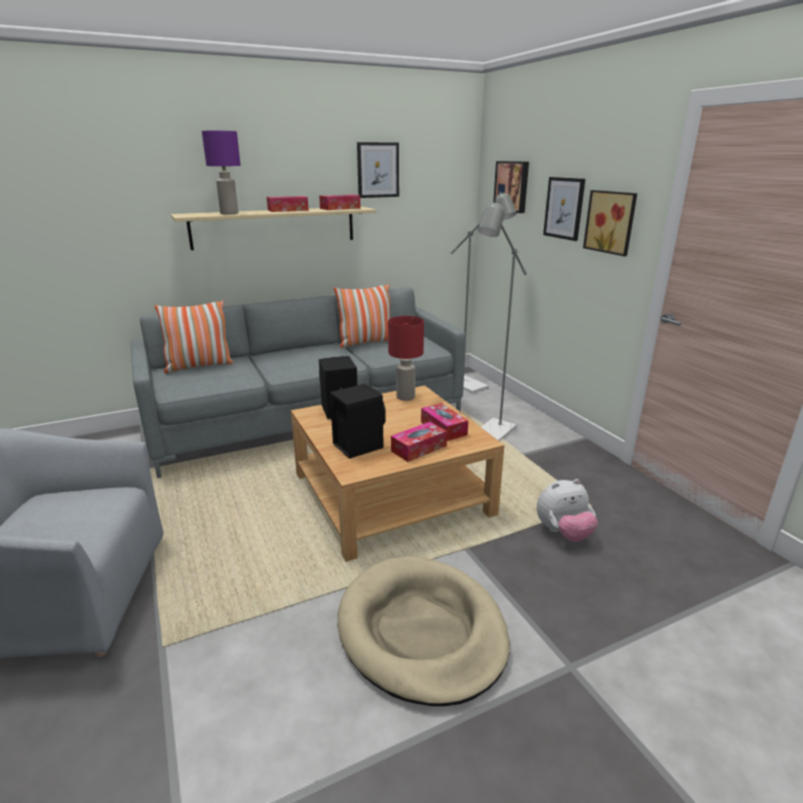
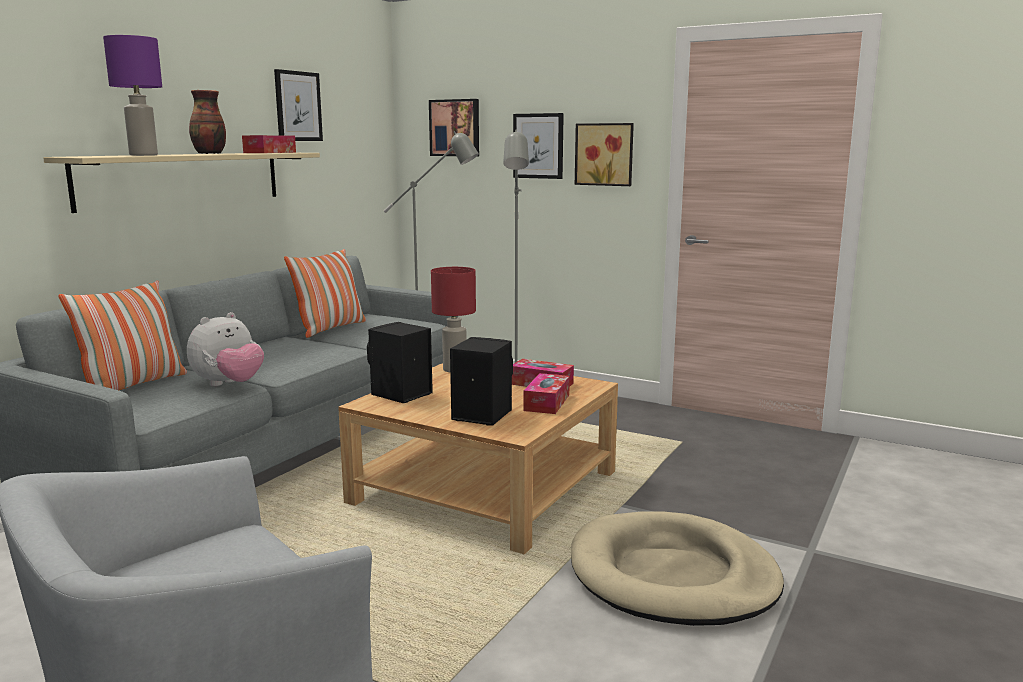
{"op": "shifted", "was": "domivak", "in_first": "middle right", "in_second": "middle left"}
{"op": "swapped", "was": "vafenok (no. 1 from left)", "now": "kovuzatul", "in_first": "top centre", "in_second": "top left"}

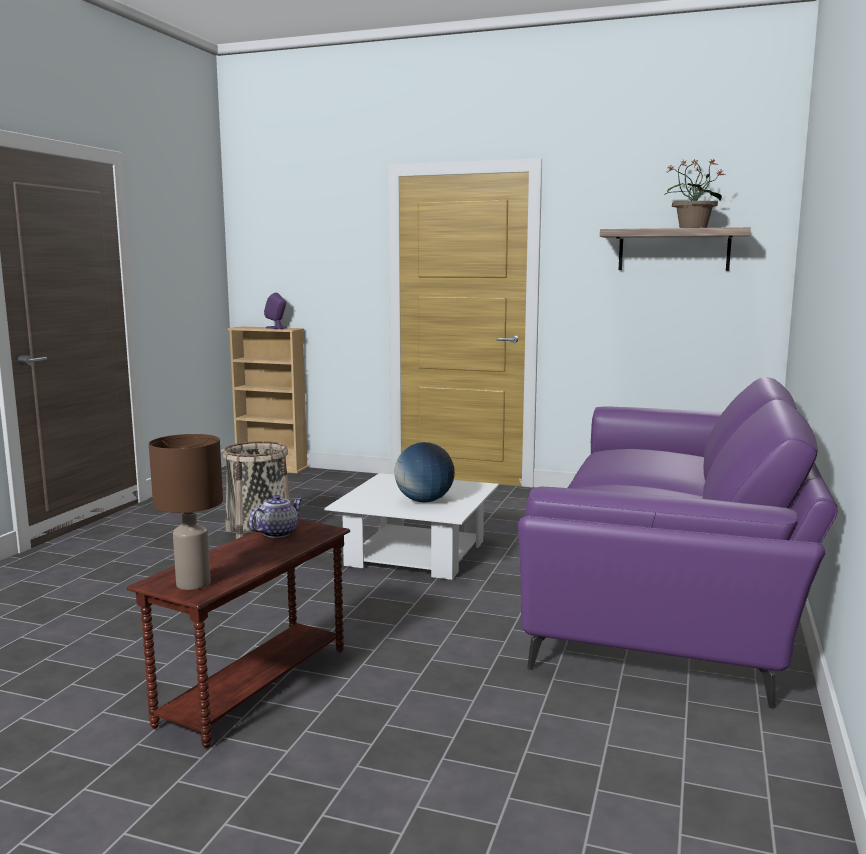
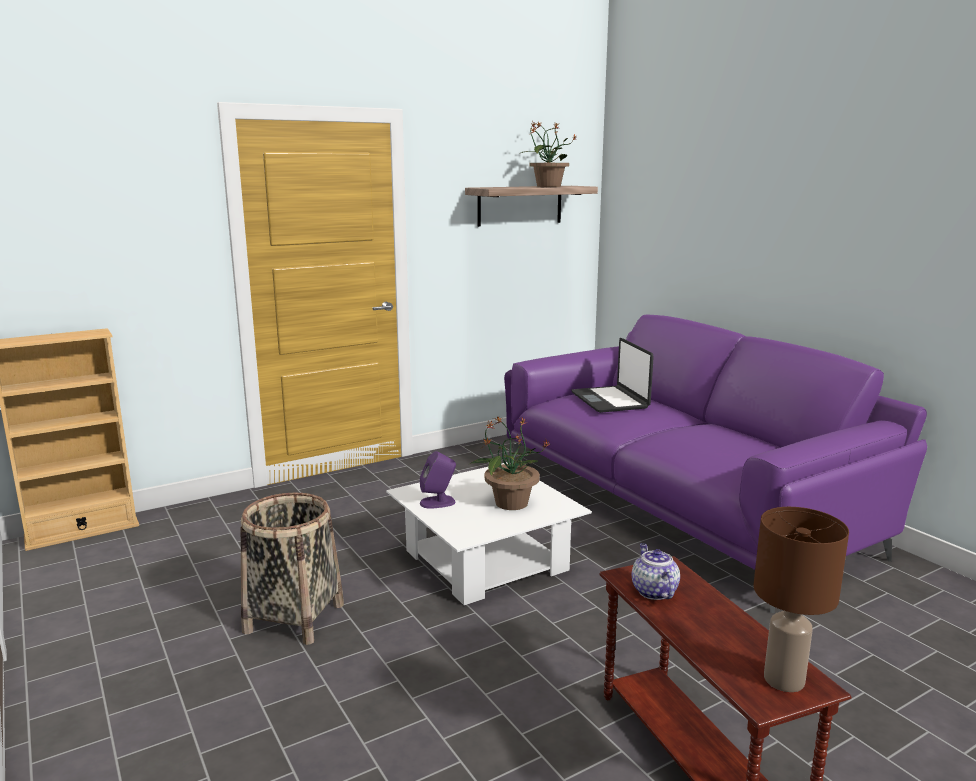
{"op": "shifted", "was": "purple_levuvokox", "in_first": "middle left", "in_second": "centre"}
{"op": "swapped", "was": "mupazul", "now": "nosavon (no. 1 from left)", "in_first": "centre", "in_second": "centre"}
{"op": "new", "now": "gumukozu", "in_second": "centre"}

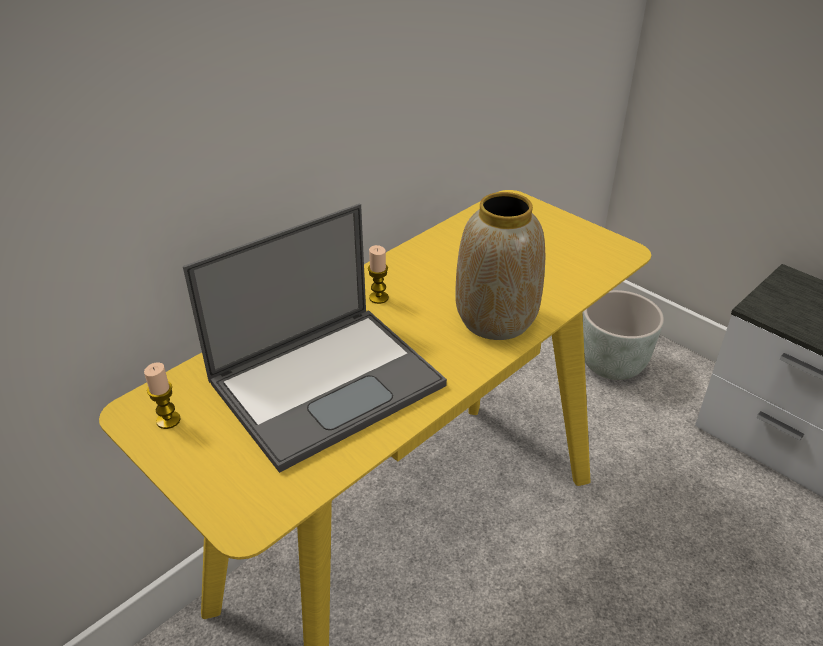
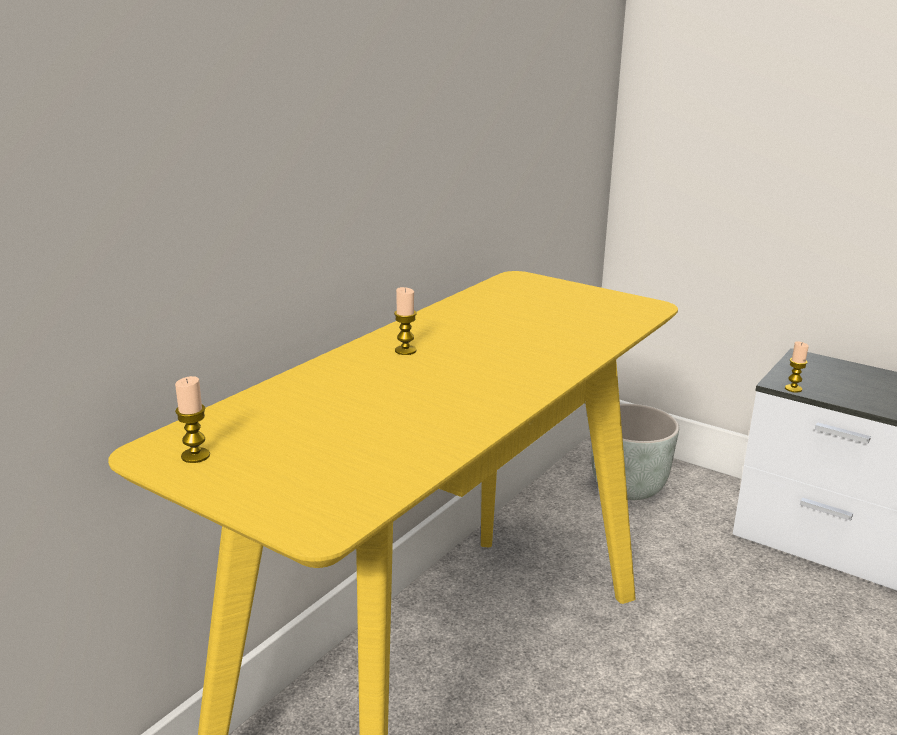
{"op": "new", "now": "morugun (no. 3 from left)", "in_second": "middle right"}
{"op": "gone", "was": "gumukozu", "in_first": "centre"}
{"op": "gone", "was": "kovuzatul", "in_first": "centre"}

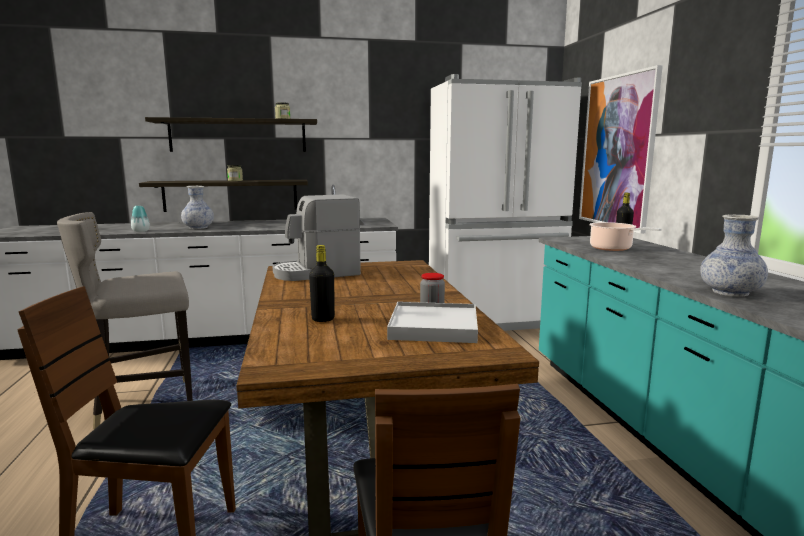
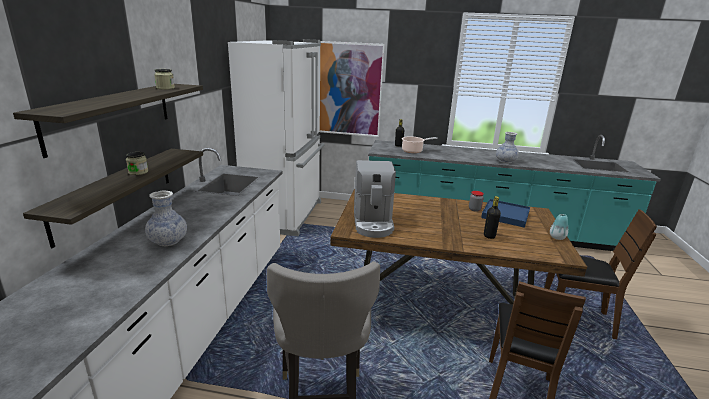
{"op": "repainted", "was": "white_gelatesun", "now": "blue_gelatesun", "in_first": "centre", "in_second": "middle right"}
{"op": "shifted", "was": "kovuzatul (no. 1 from left in the first image)", "now": "kovuzatul (no. 3 from left)", "in_first": "middle left", "in_second": "middle right"}

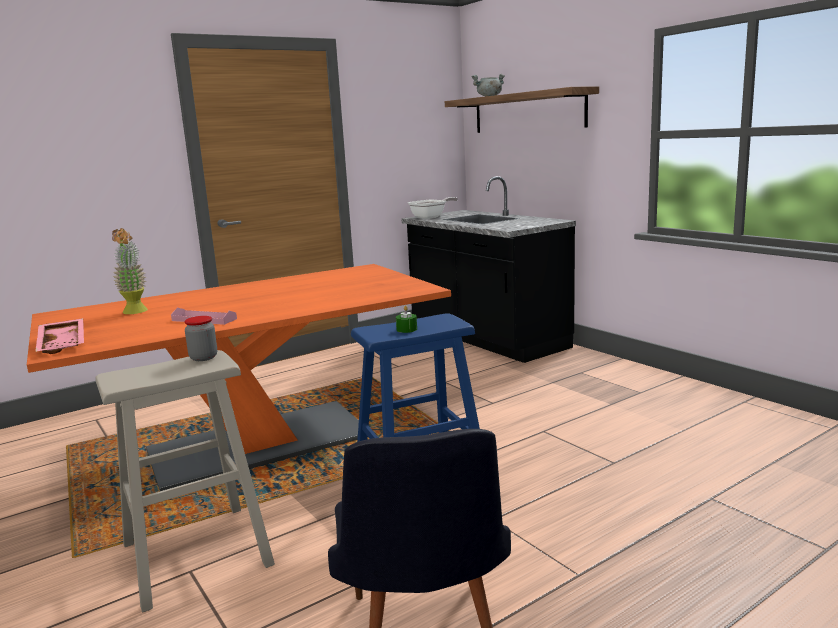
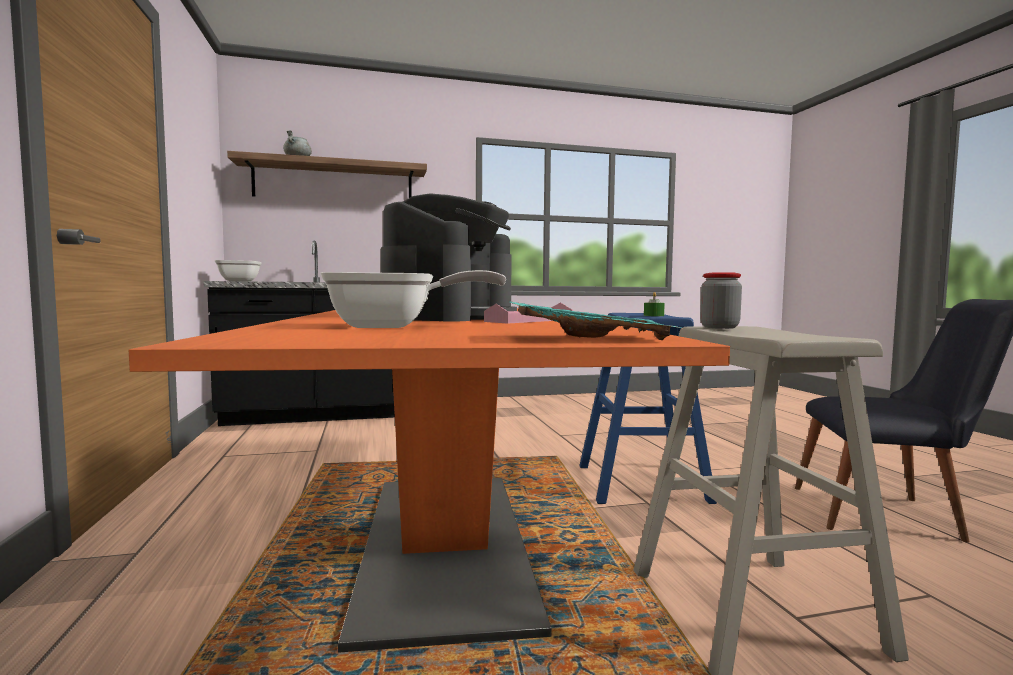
{"op": "swapped", "was": "nosavon", "now": "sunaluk (no. 2 from left)", "in_first": "middle left", "in_second": "centre"}
{"op": "new", "now": "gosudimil", "in_second": "centre"}
{"op": "repainted", "was": "pink_gelatesun (no. 1 from left)", "now": "turquoise_gelatesun", "in_first": "middle left", "in_second": "centre"}

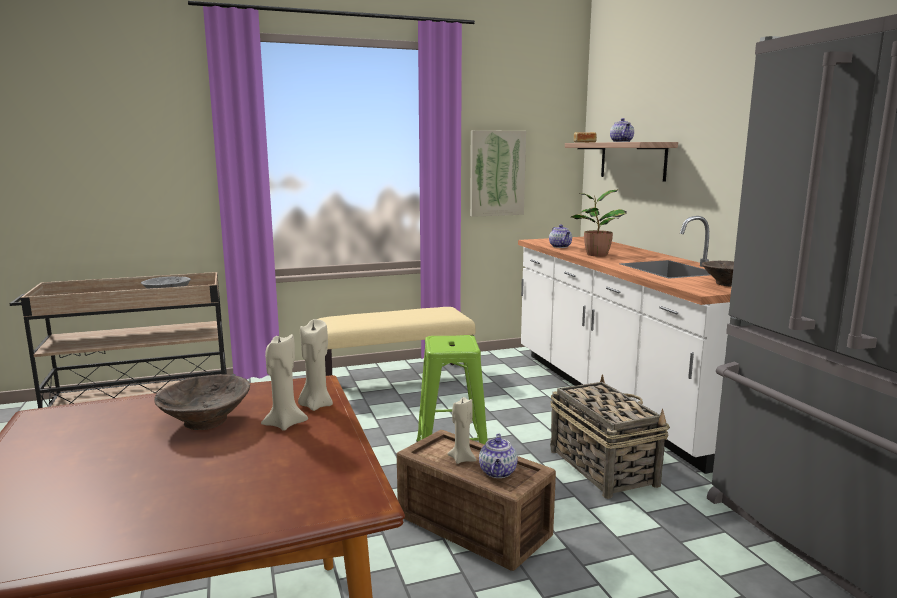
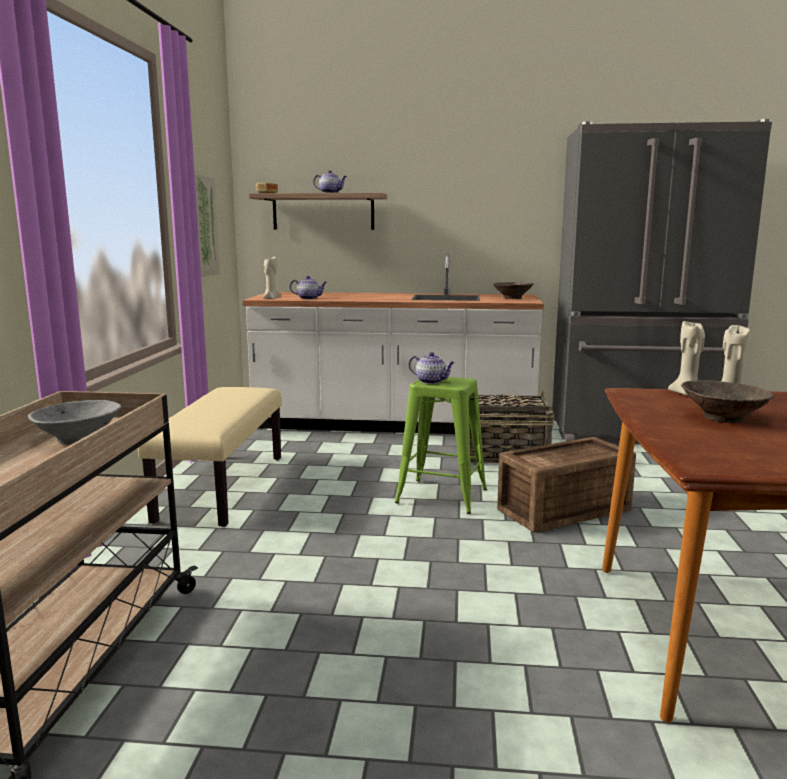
{"op": "shifted", "was": "beige_morugun (no. 3 from left in the first image)", "now": "beige_morugun (no. 1 from left)", "in_first": "bottom centre", "in_second": "centre"}
{"op": "shifted", "was": "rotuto (no. 1 from left in the first image)", "now": "rotuto (no. 3 from left)", "in_first": "bottom centre", "in_second": "centre"}
{"op": "gone", "was": "nosavon", "in_first": "middle right"}

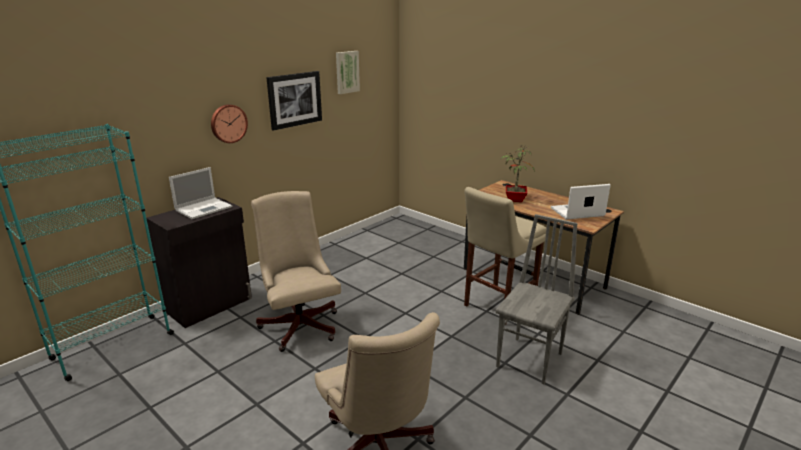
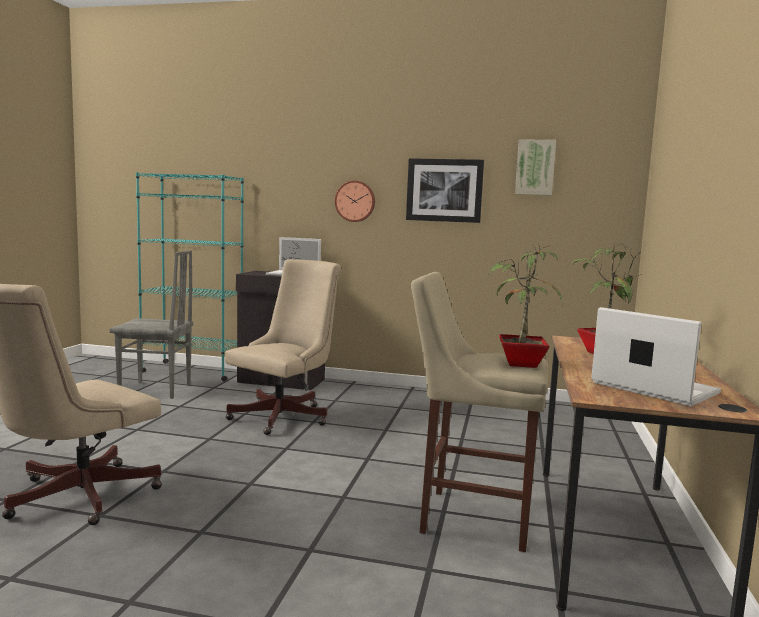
{"op": "shifted", "was": "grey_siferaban", "in_first": "middle right", "in_second": "middle left"}
{"op": "new", "now": "nosavon (no. 1 from left)", "in_second": "middle right"}

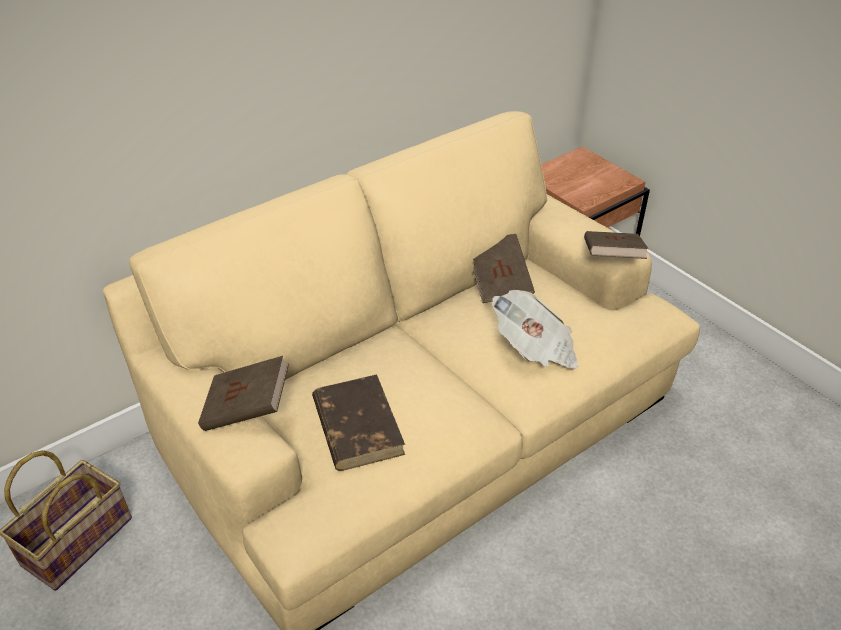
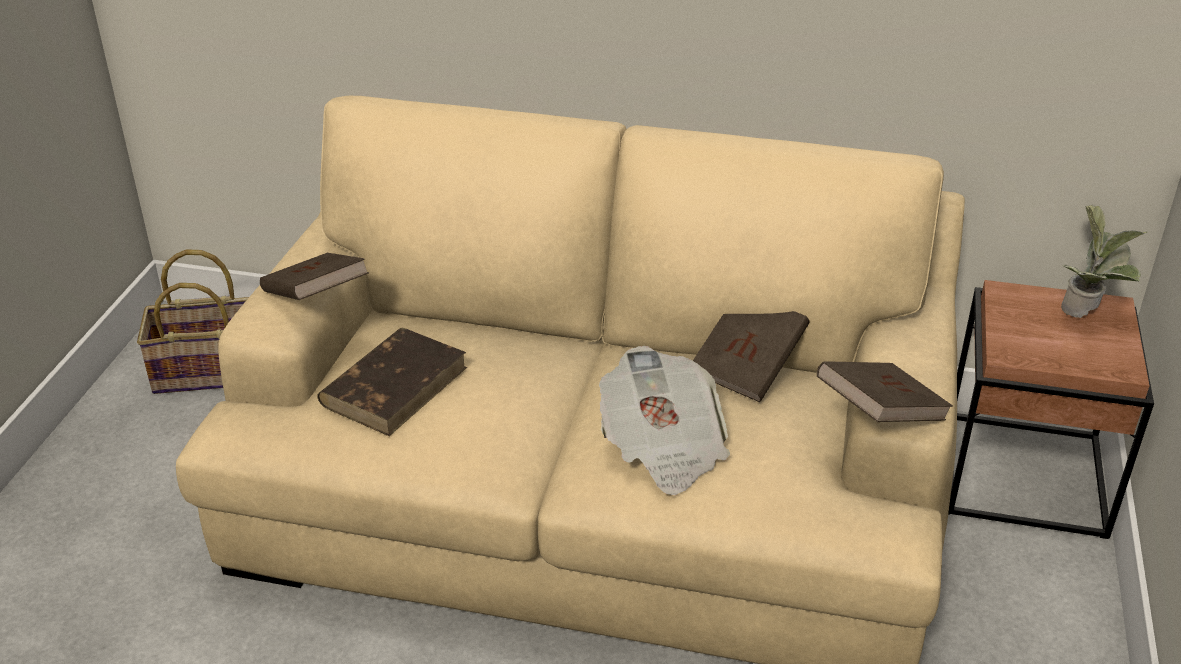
{"op": "new", "now": "nosavon", "in_second": "middle right"}

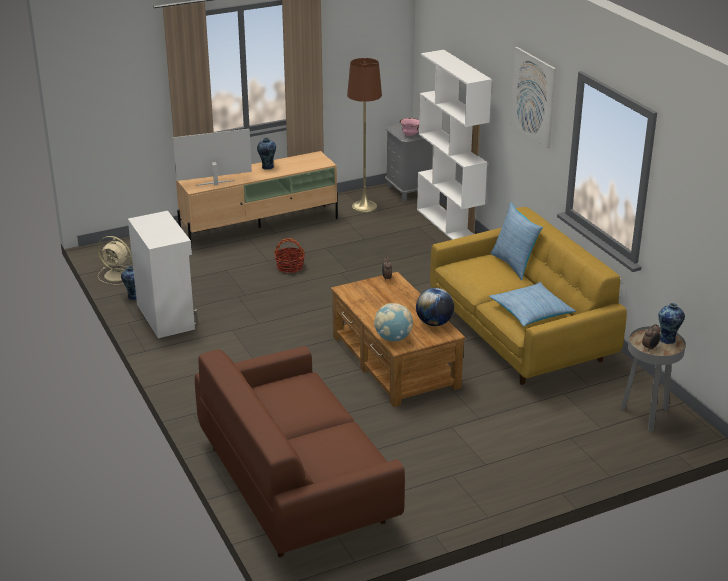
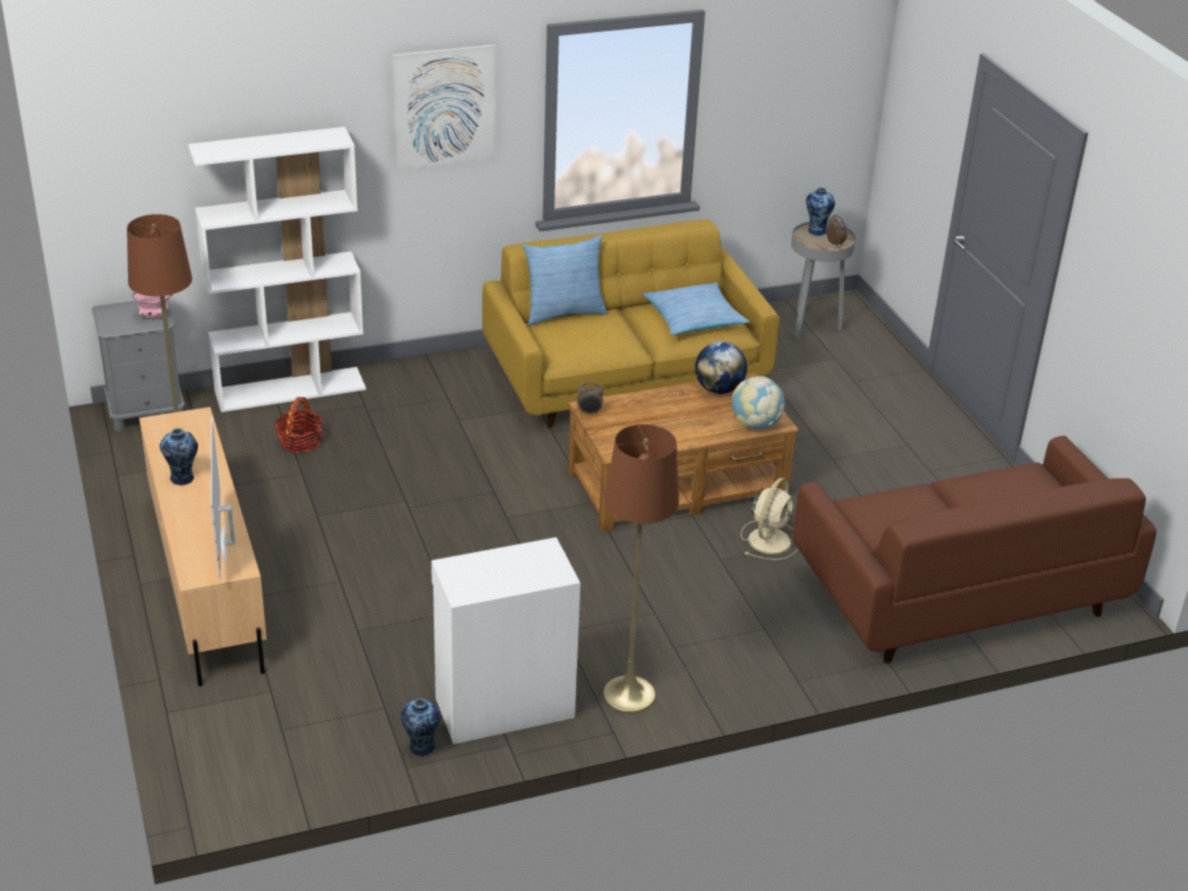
{"op": "shifted", "was": "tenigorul", "in_first": "centre", "in_second": "middle left"}
{"op": "new", "now": "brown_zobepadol (no. 2 from left)", "in_second": "centre"}
{"op": "shifted", "was": "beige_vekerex", "in_first": "middle left", "in_second": "centre"}

